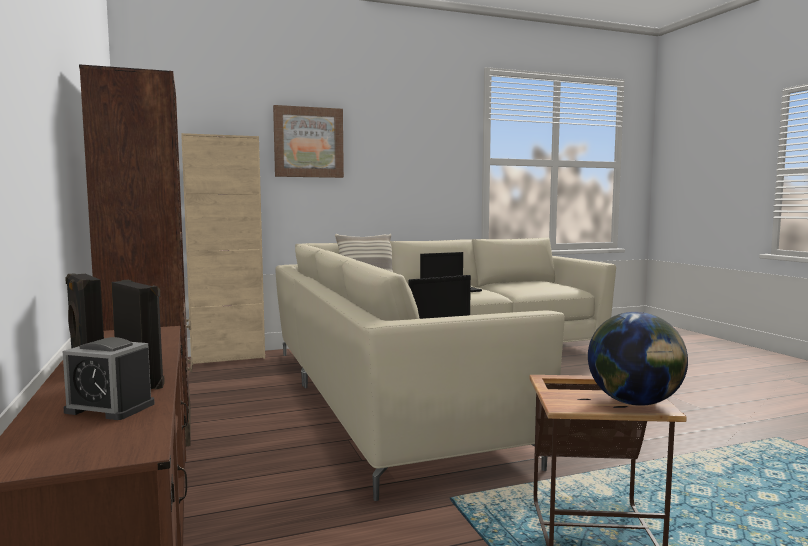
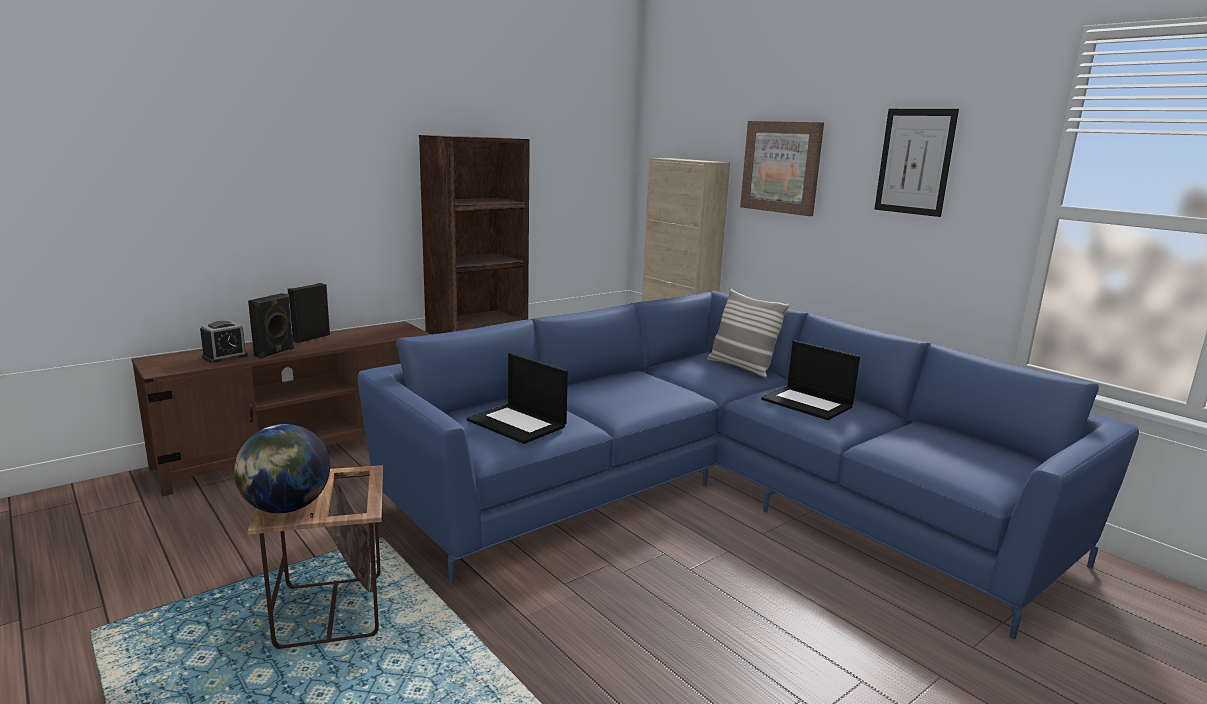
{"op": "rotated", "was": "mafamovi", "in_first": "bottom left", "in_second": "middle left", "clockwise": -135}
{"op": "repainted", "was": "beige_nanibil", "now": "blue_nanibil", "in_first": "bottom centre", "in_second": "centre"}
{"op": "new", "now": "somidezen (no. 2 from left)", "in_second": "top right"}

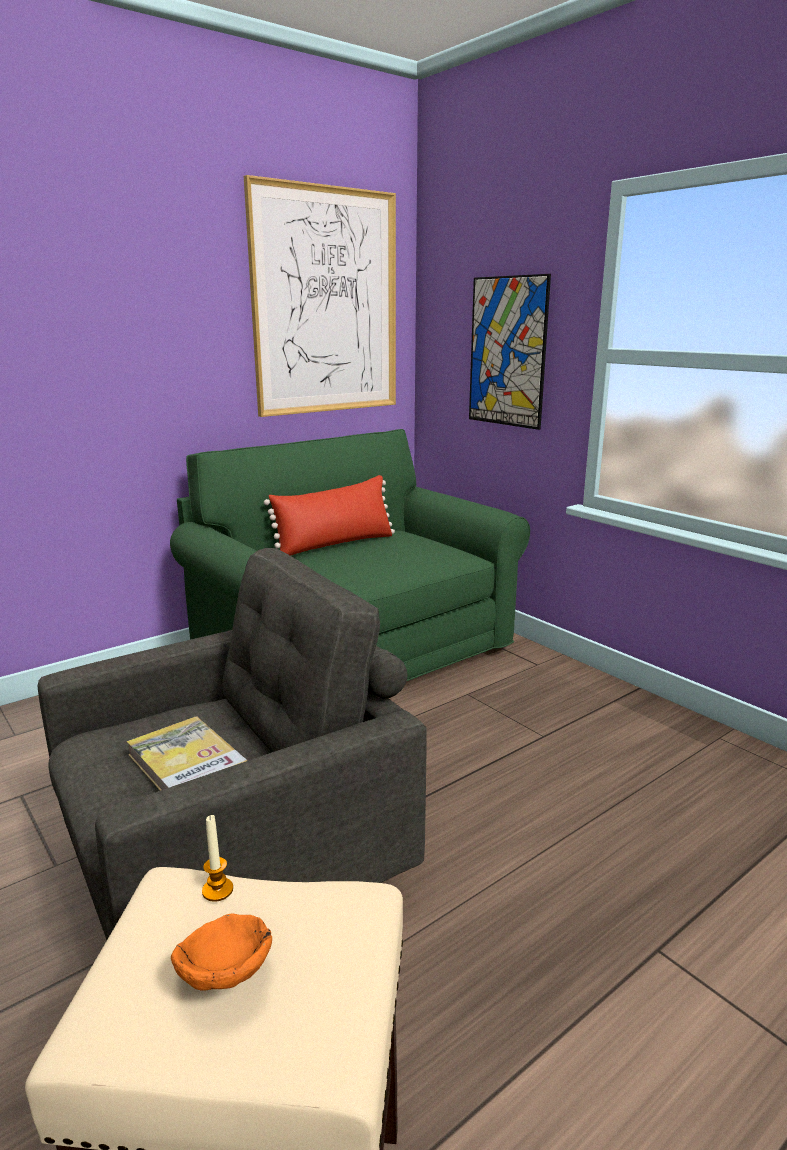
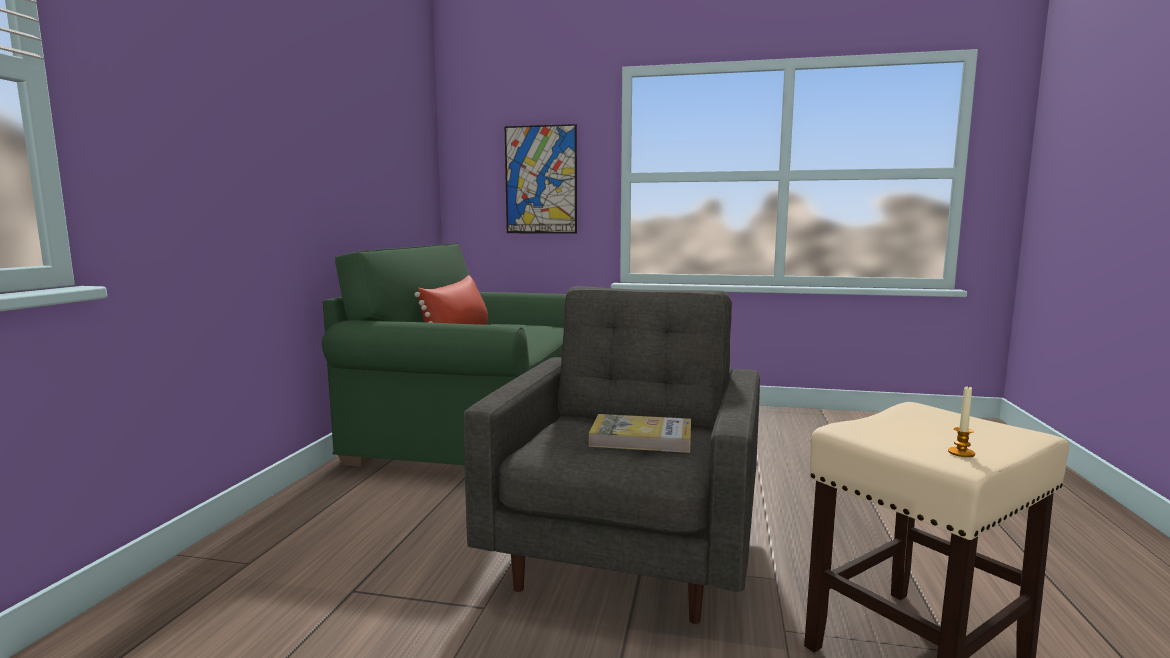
{"op": "shifted", "was": "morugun", "in_first": "bottom left", "in_second": "middle right"}
{"op": "gone", "was": "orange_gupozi", "in_first": "bottom left"}
{"op": "gone", "was": "somidezen (no. 1 from left)", "in_first": "top centre"}

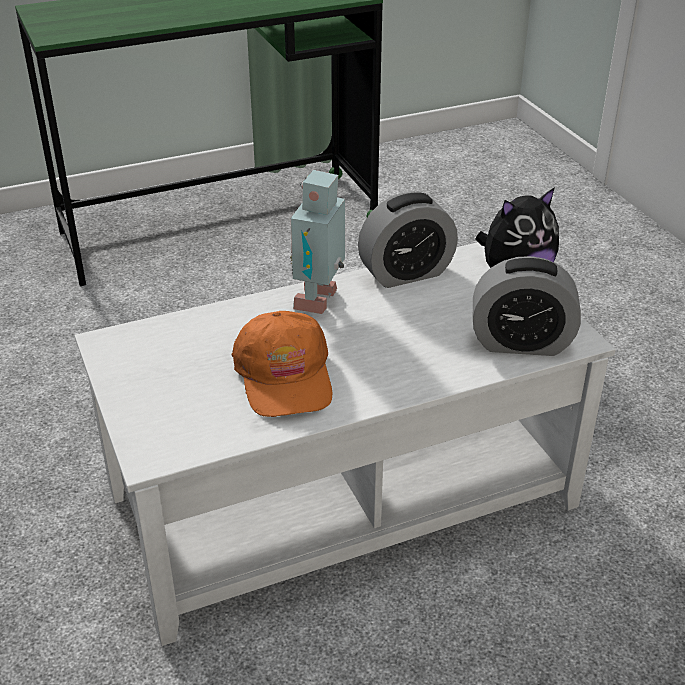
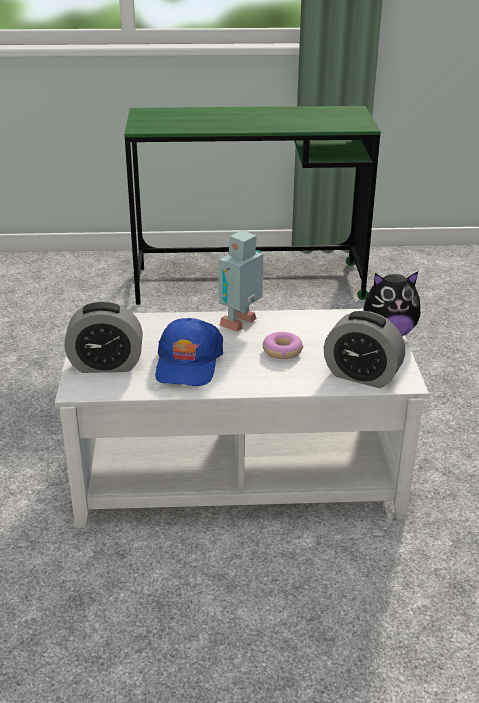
{"op": "shifted", "was": "mafamovi (no. 1 from left)", "in_first": "centre", "in_second": "middle left"}
{"op": "repainted", "was": "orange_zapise", "now": "blue_zapise", "in_first": "centre", "in_second": "centre"}
{"op": "new", "now": "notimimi", "in_second": "centre"}

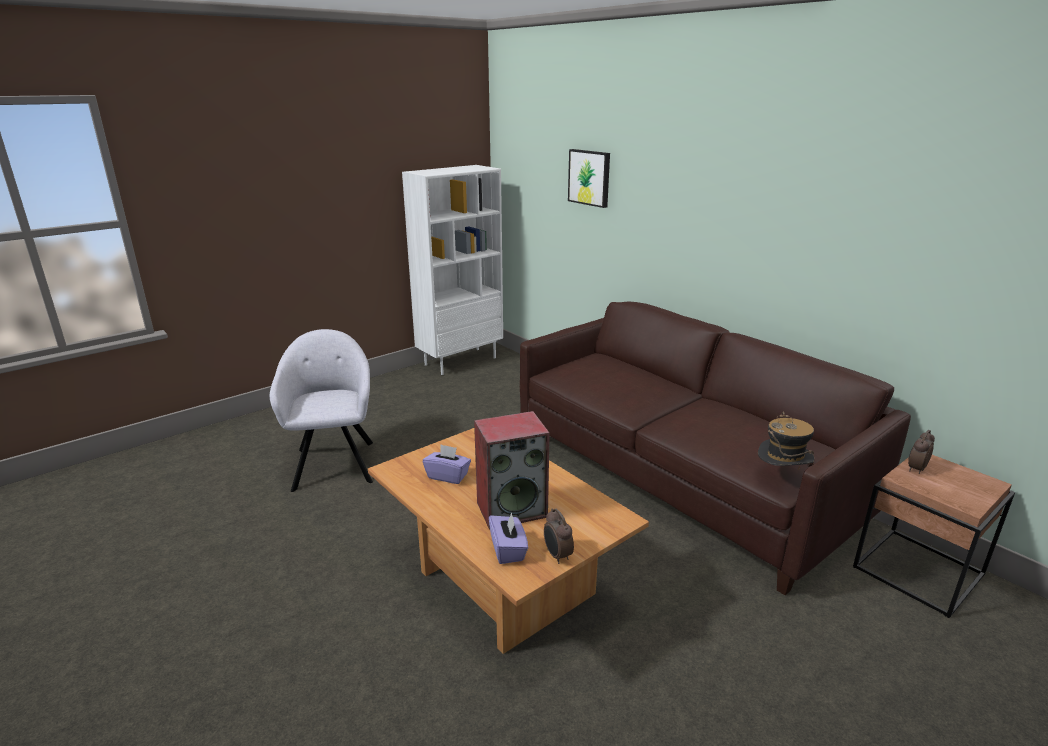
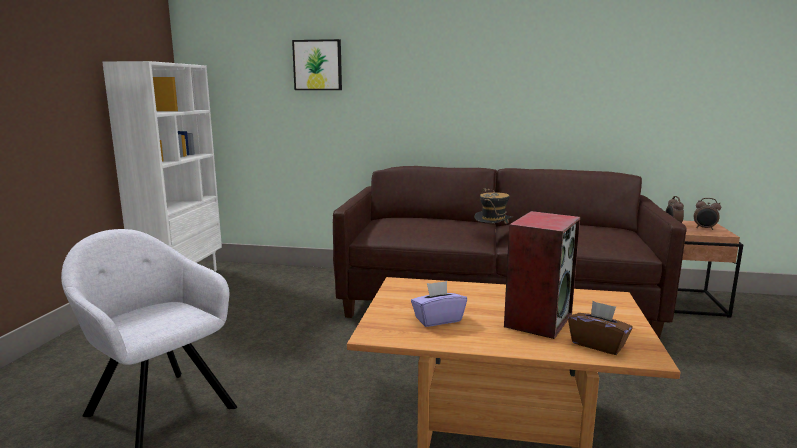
{"op": "shifted", "was": "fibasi", "in_first": "middle right", "in_second": "centre"}
{"op": "repainted", "was": "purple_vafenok (no. 2 from left)", "now": "brown_vafenok", "in_first": "bottom centre", "in_second": "bottom right"}
{"op": "shifted", "was": "mafamovi (no. 1 from left in the first image)", "now": "mafamovi (no. 2 from left)", "in_first": "bottom centre", "in_second": "middle right"}

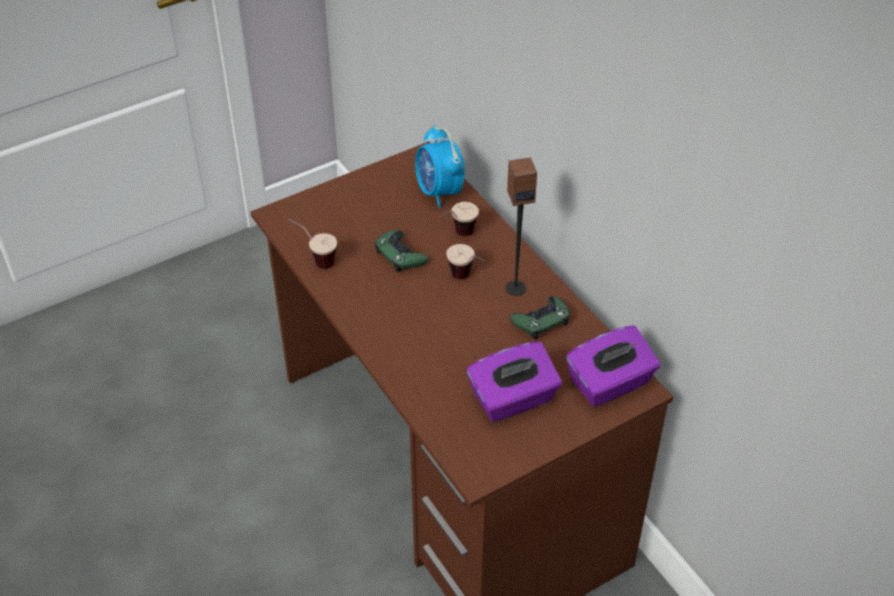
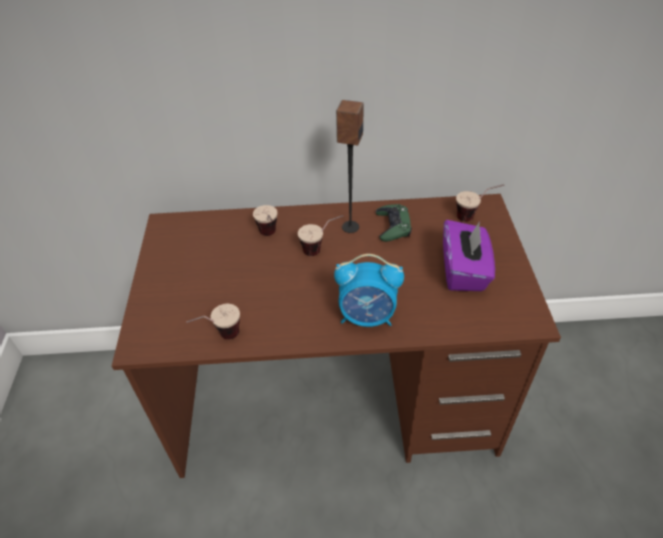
{"op": "shifted", "was": "mafamovi", "in_first": "top centre", "in_second": "centre"}
{"op": "swapped", "was": "purple_vafenok (no. 2 from left)", "now": "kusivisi (no. 4 from left)", "in_first": "middle right", "in_second": "middle right"}
{"op": "gone", "was": "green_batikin (no. 1 from left)", "in_first": "centre"}

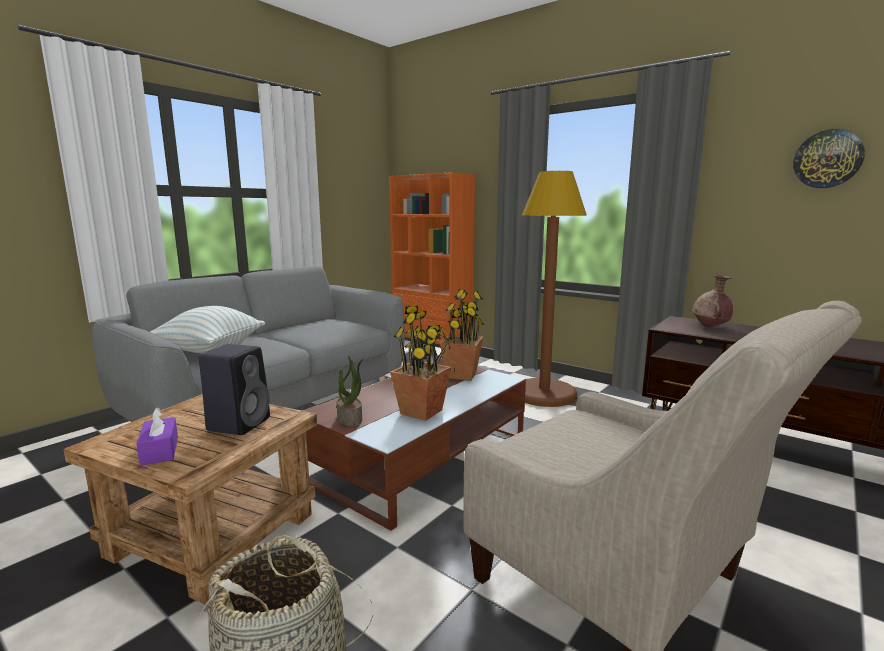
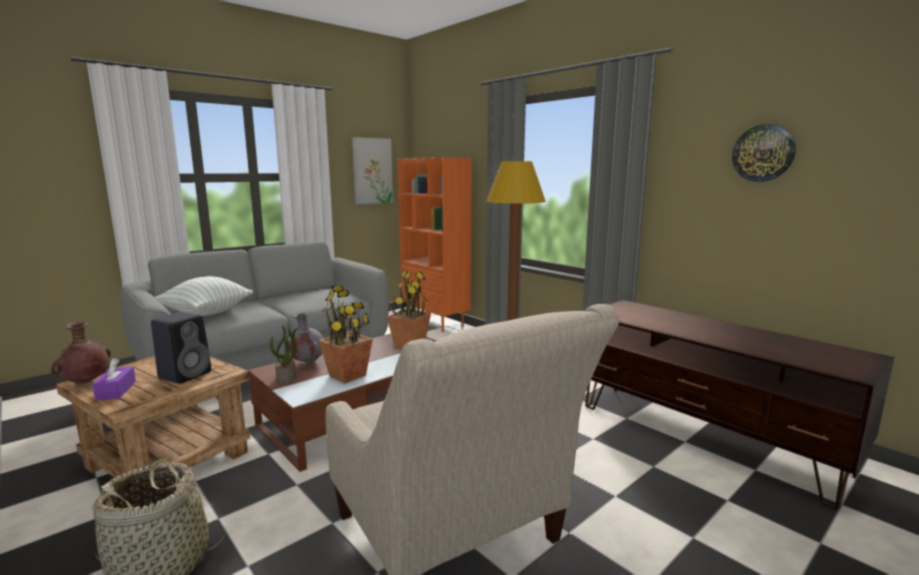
{"op": "shifted", "was": "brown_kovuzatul", "in_first": "middle right", "in_second": "middle left"}
{"op": "new", "now": "grey_kovuzatul", "in_second": "centre"}
{"op": "new", "now": "somidezen", "in_second": "top centre"}

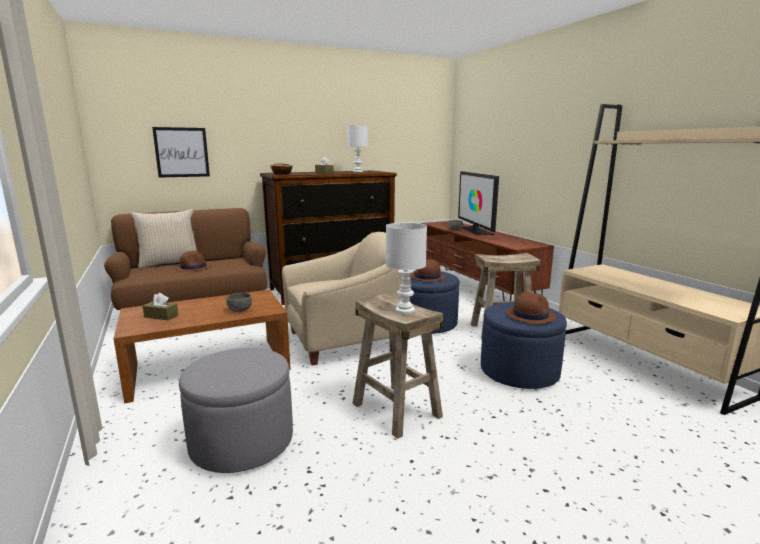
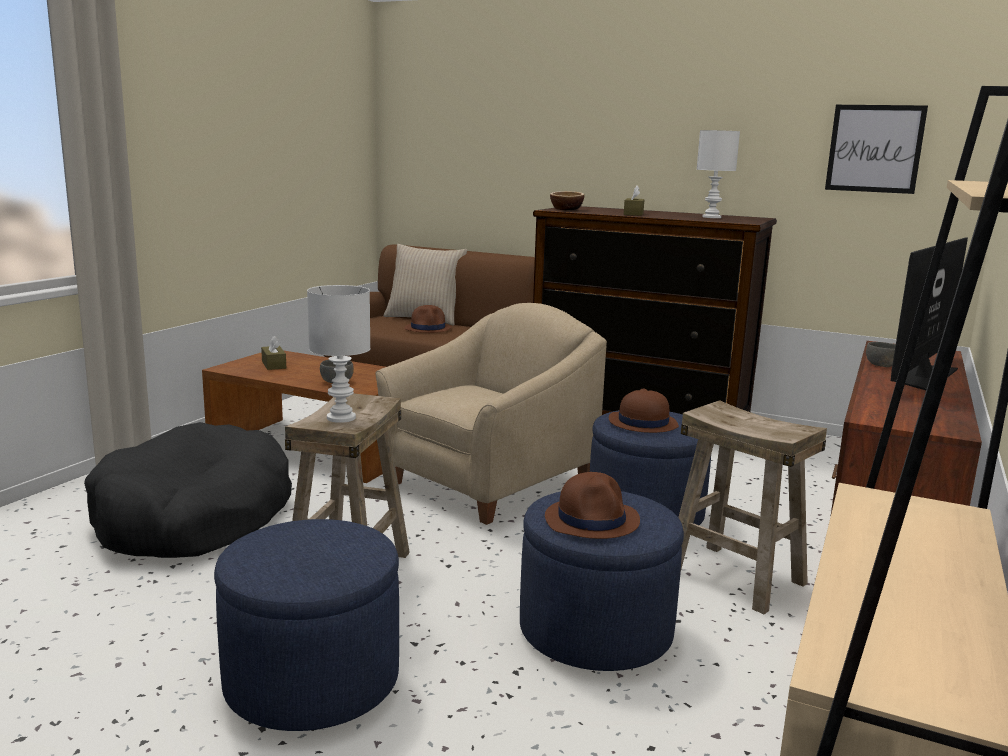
{"op": "swapped", "was": "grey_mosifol", "now": "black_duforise", "in_first": "bottom left", "in_second": "middle left"}
{"op": "new", "now": "blue_mosifol (no. 1 from left)", "in_second": "bottom left"}
{"op": "rotated", "was": "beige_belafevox", "in_first": "centre", "in_second": "centre", "clockwise": -75}
{"op": "shifted", "was": "somidezen", "in_first": "top left", "in_second": "top right"}

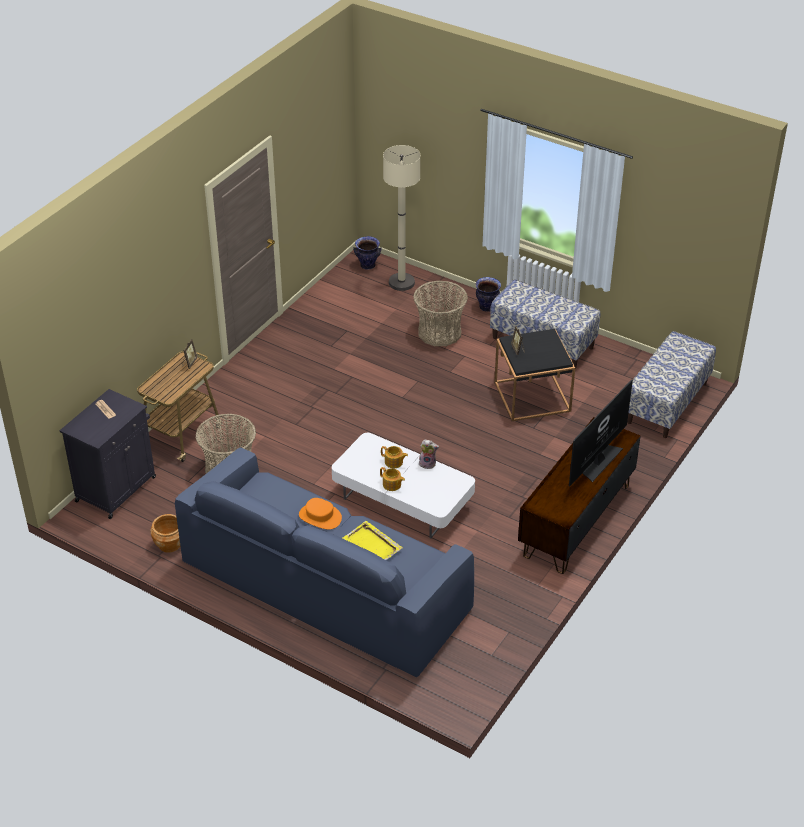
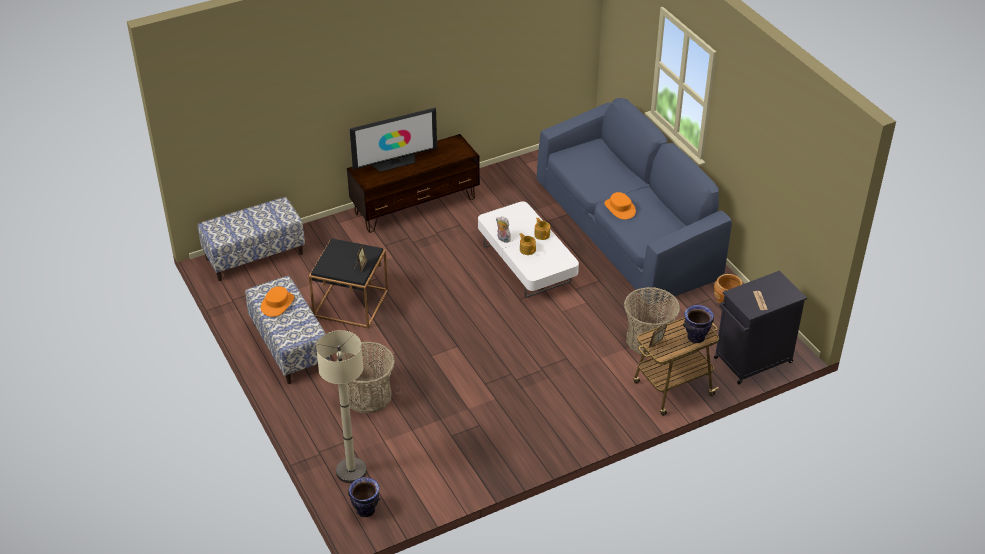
{"op": "new", "now": "orange_fibasi (no. 1 from left)", "in_second": "middle left"}
{"op": "shifted", "was": "kovuzatul (no. 2 from left)", "in_first": "centre", "in_second": "middle right"}
{"op": "gone", "was": "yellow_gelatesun", "in_first": "centre"}

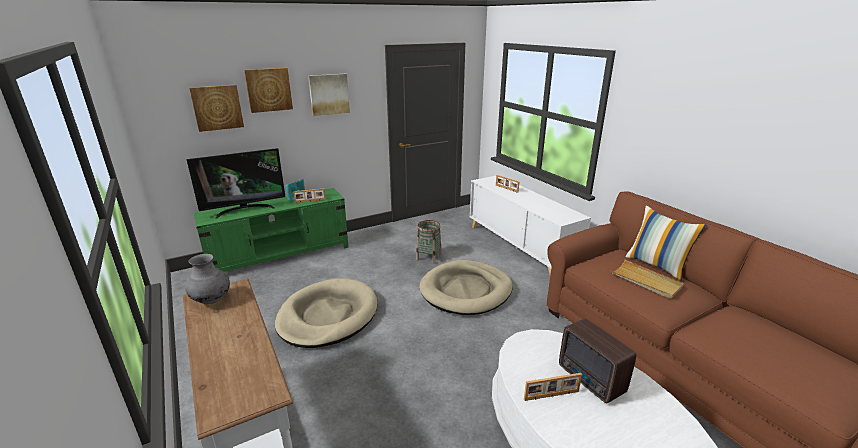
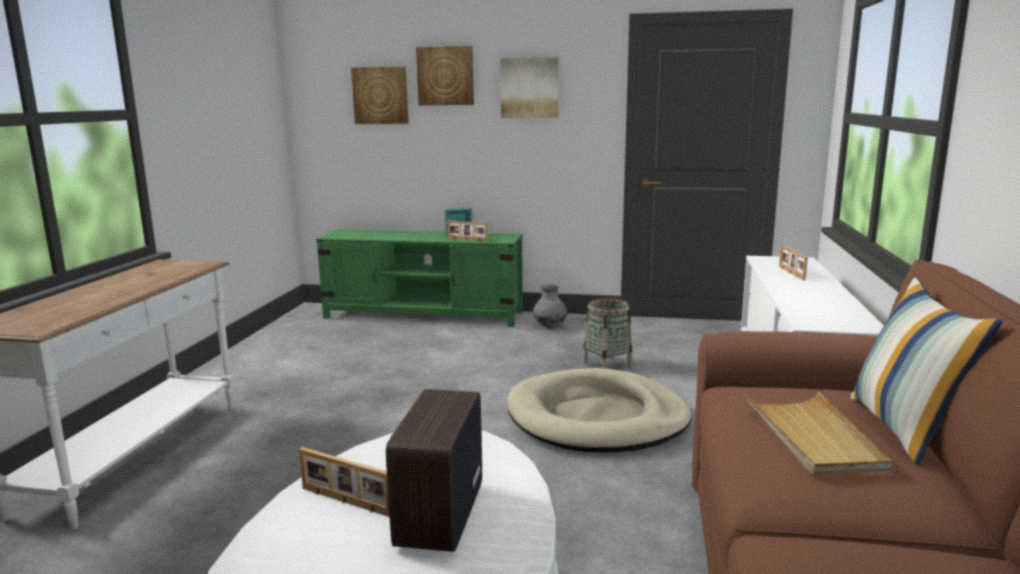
{"op": "shifted", "was": "grey_kovuzatul", "in_first": "middle left", "in_second": "centre"}
{"op": "gone", "was": "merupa", "in_first": "middle left"}
{"op": "gone", "was": "beige_duforise (no. 1 from left)", "in_first": "bottom centre"}

